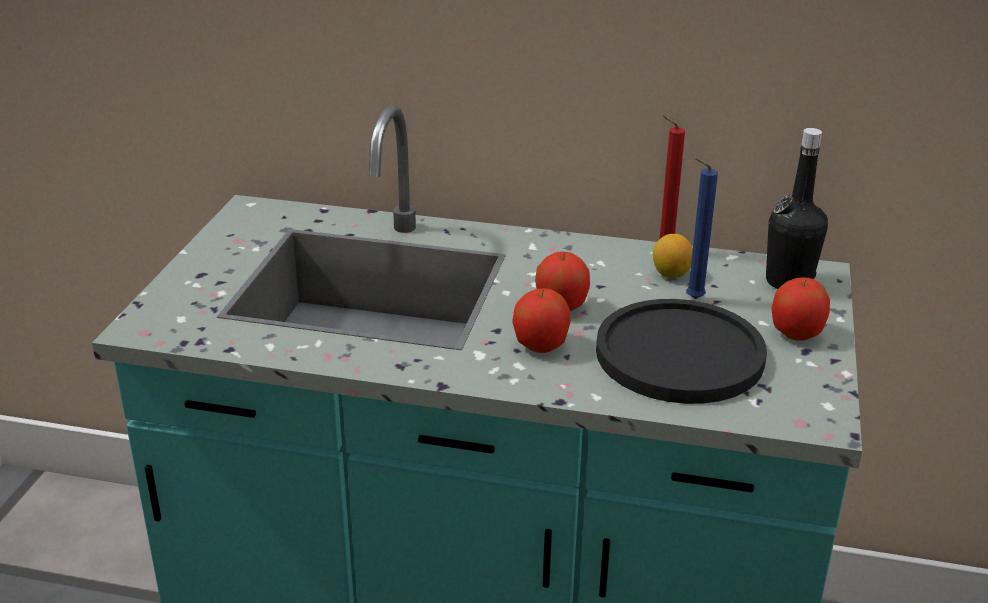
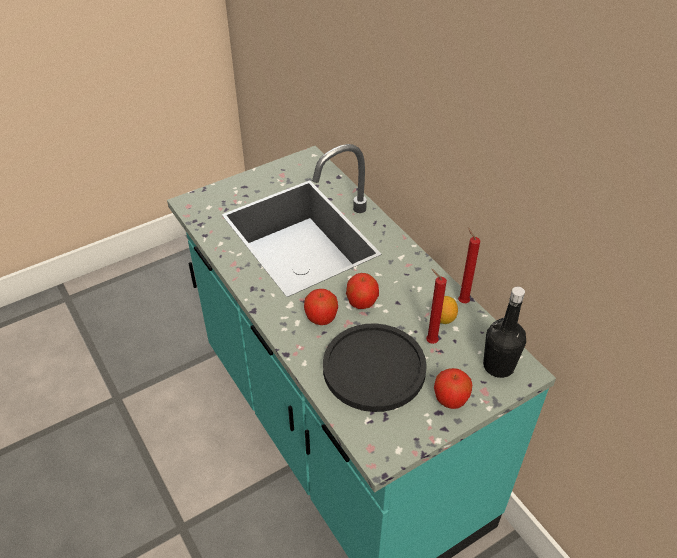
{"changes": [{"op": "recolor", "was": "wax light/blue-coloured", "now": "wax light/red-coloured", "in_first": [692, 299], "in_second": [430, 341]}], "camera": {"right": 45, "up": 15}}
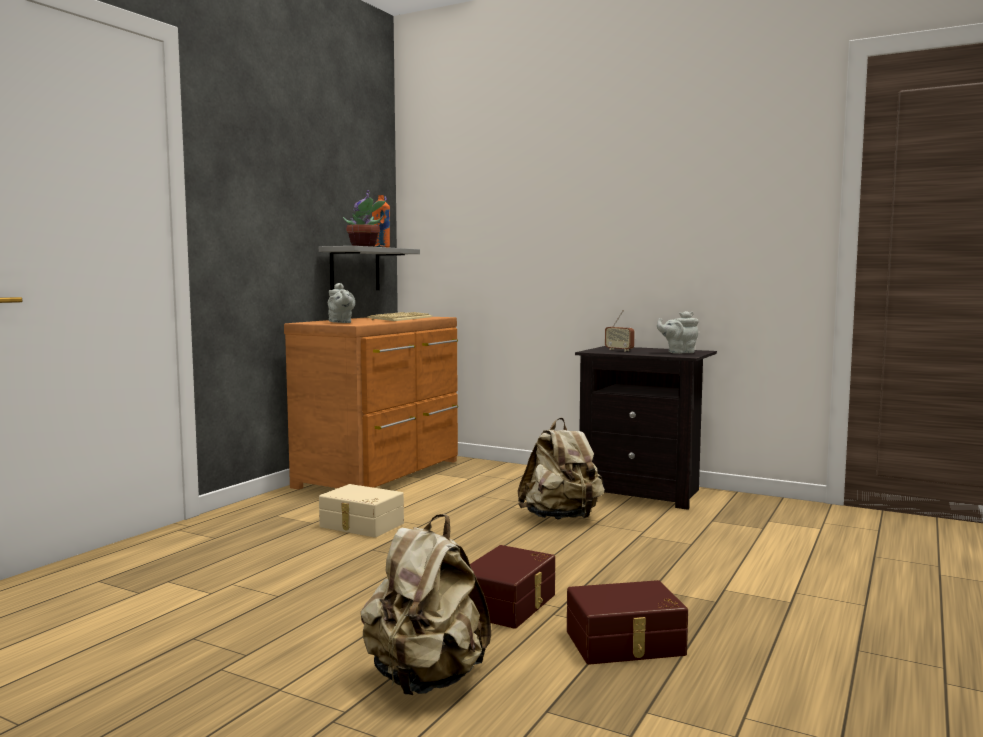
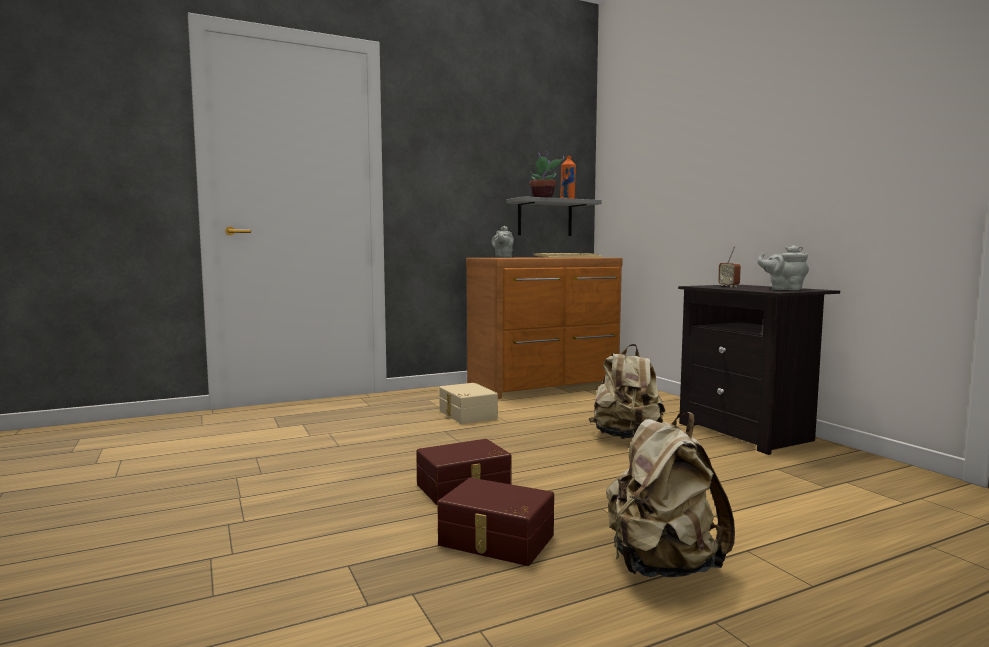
{"changes": [{"op": "move", "was": "rucksack/beige", "in_first": [426, 679], "in_second": [661, 567]}], "camera": {"right": 35, "up": 0}}
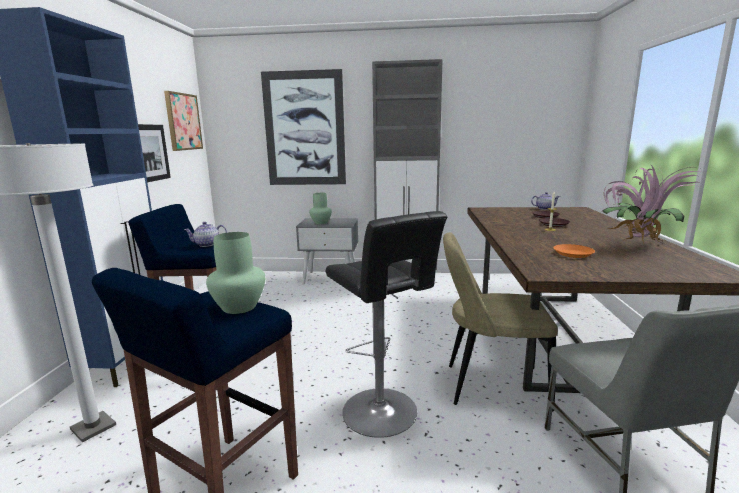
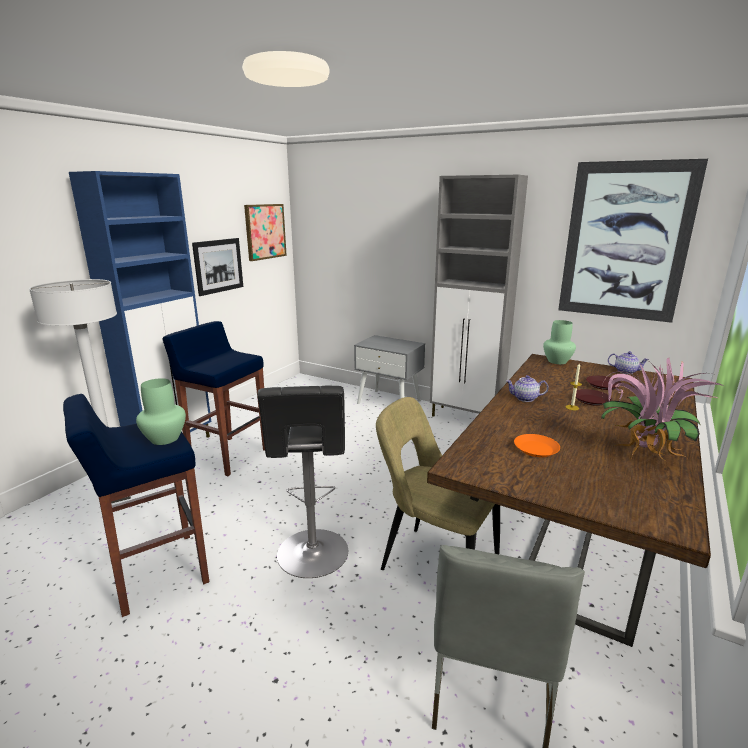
{"changes": [{"op": "move", "was": "teapot", "in_first": [207, 244], "in_second": [525, 398]}, {"op": "move", "was": "wall art", "in_first": [304, 129], "in_second": [625, 242]}, {"op": "move", "was": "decorative vase/green", "in_first": [321, 223], "in_second": [557, 361]}], "camera": {"right": 25, "up": 5}}
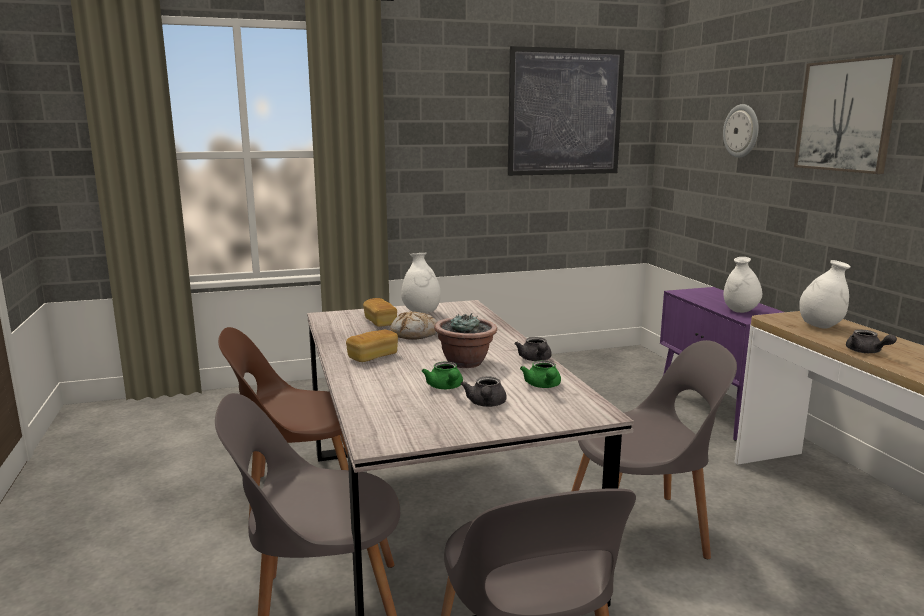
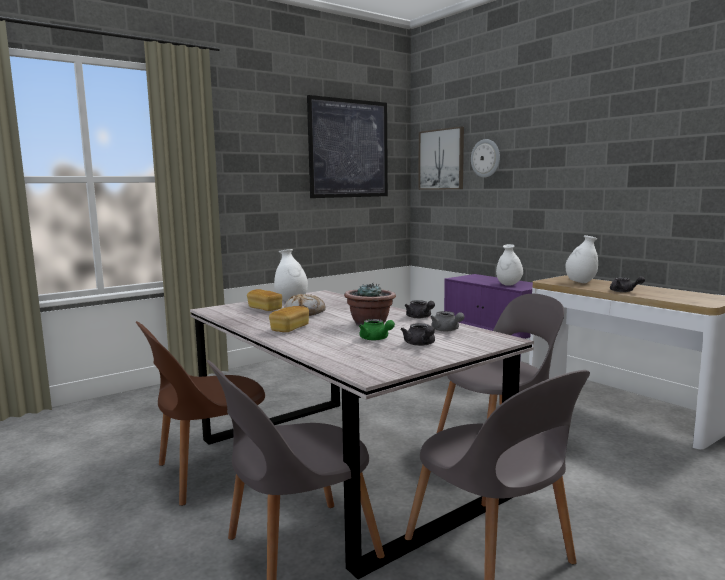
{"changes": [{"op": "recolor", "was": "teapot/green", "now": "teapot/gray", "in_first": [543, 386], "in_second": [447, 330]}, {"op": "move", "was": "wall art", "in_first": [846, 116], "in_second": [441, 159]}], "camera": {"right": -20, "up": -5}}
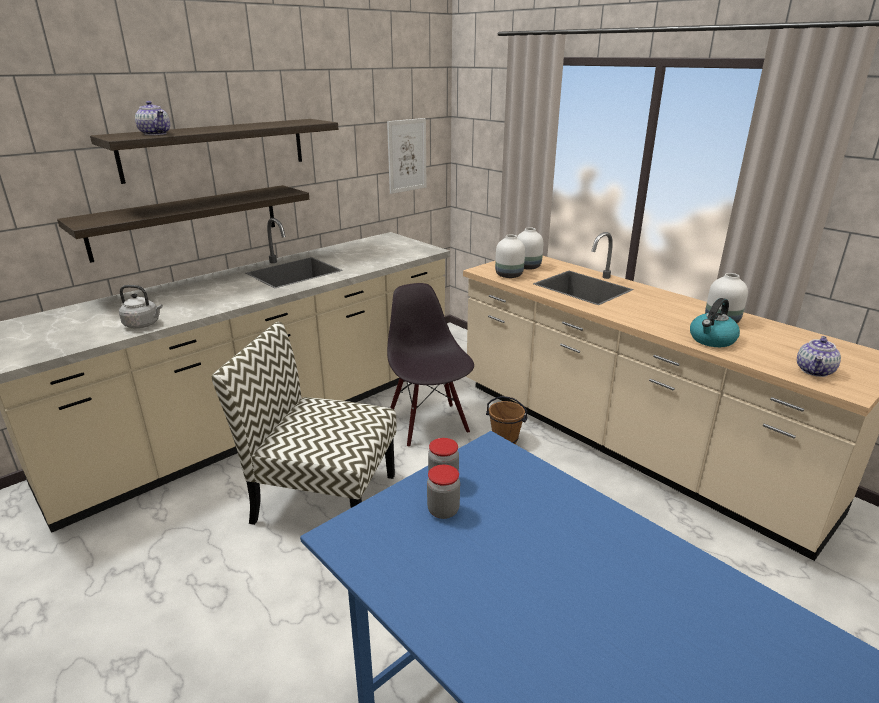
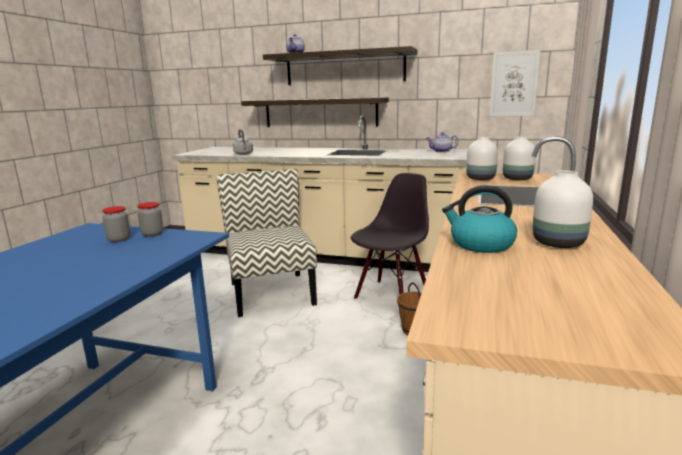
{"changes": [{"op": "move", "was": "teapot", "in_first": [815, 371], "in_second": [441, 151]}], "camera": {"right": 60, "up": -10}}
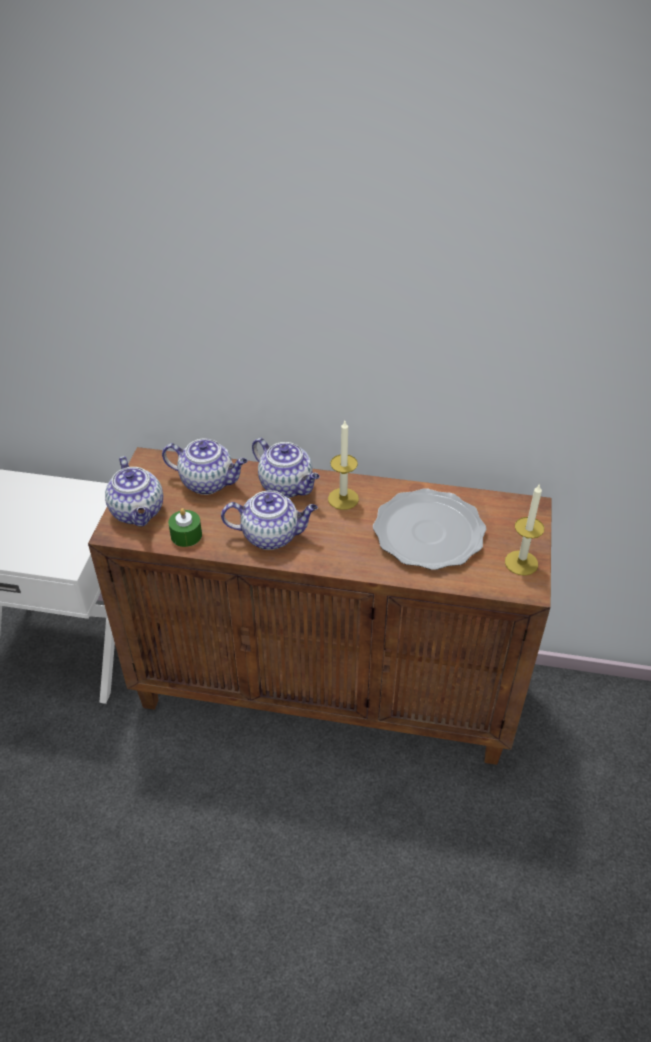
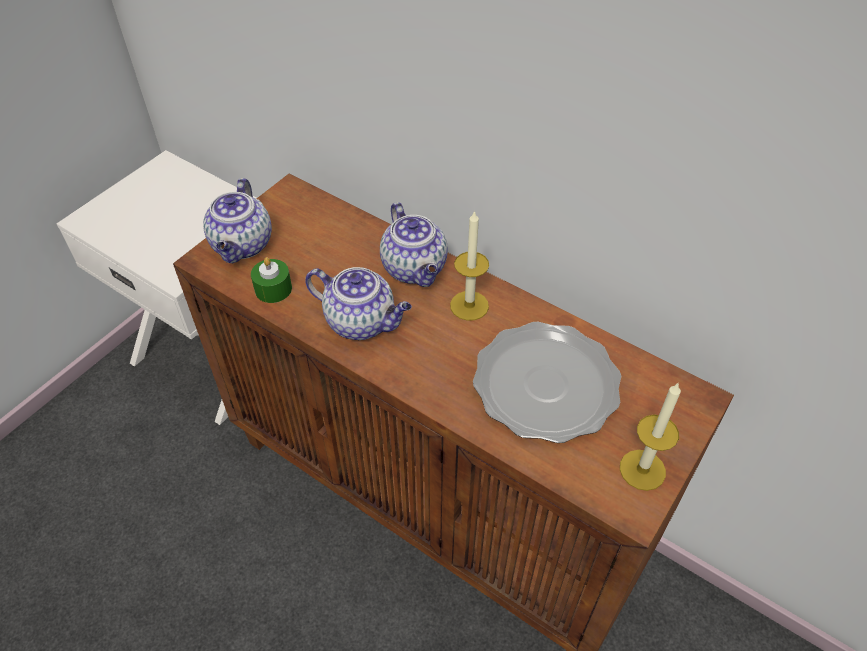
{"changes": [{"op": "delete", "was": "teapot", "in_first": [208, 482]}], "camera": {"right": 25, "up": 5}}
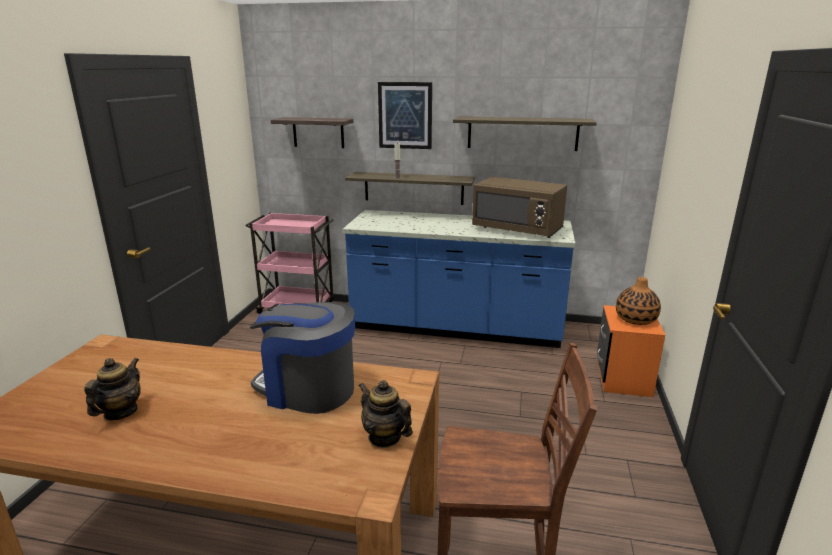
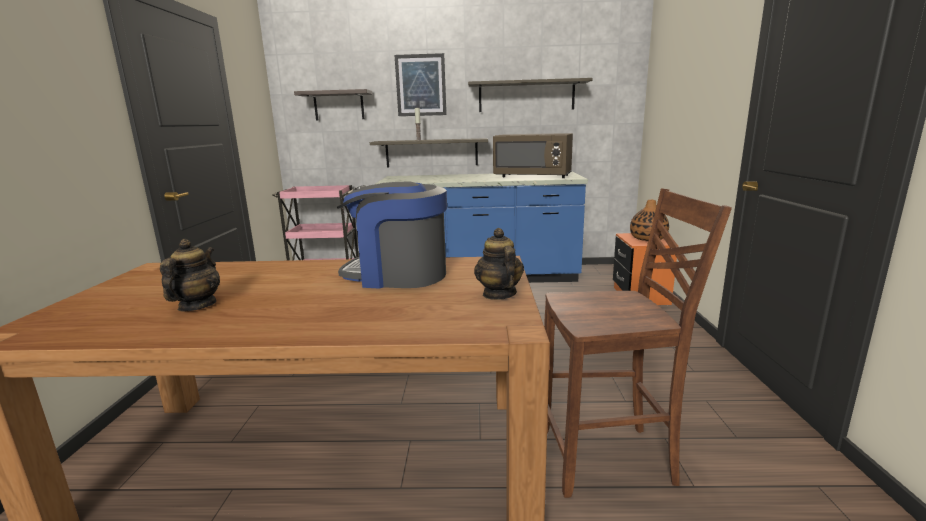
{"changes": [{"op": "rotate", "was": "teapot", "in_first": [384, 437], "in_second": [499, 294], "clockwise": 45}], "camera": {"right": -10, "up": -5}}
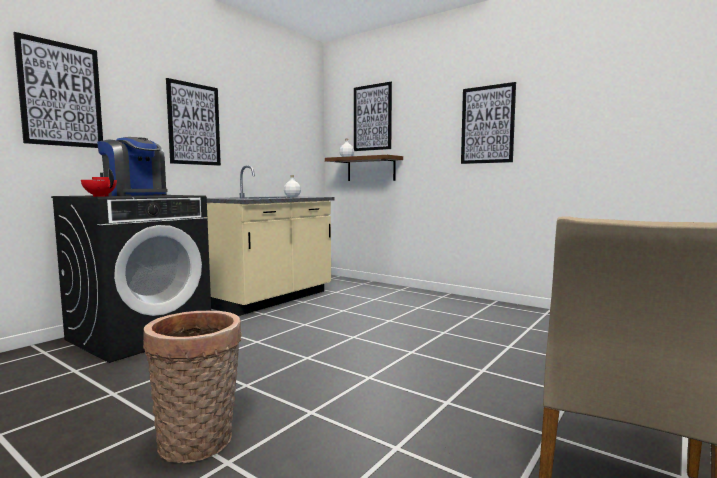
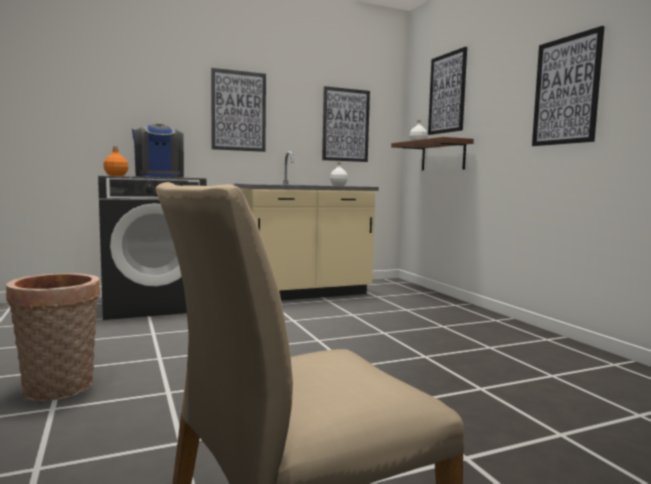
{"changes": [{"op": "move", "was": "wall art", "in_first": [61, 94], "in_second": [345, 125]}, {"op": "replace", "was": "teapot/red-coloured", "now": "beverage bottle/orange", "in_first": [100, 196], "in_second": [116, 175]}], "camera": {"right": 30, "up": 0}}
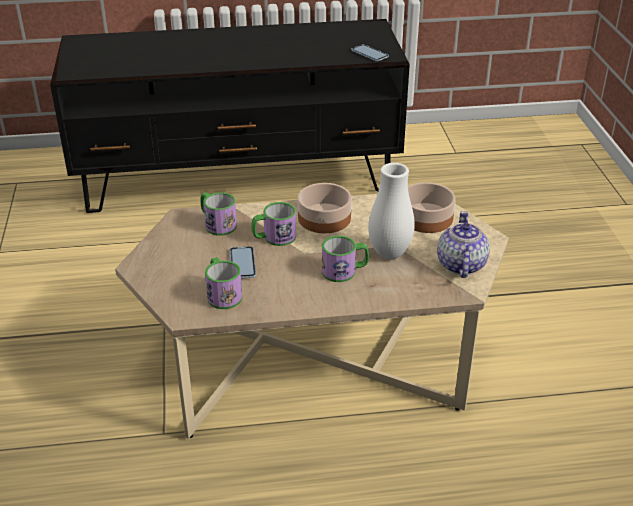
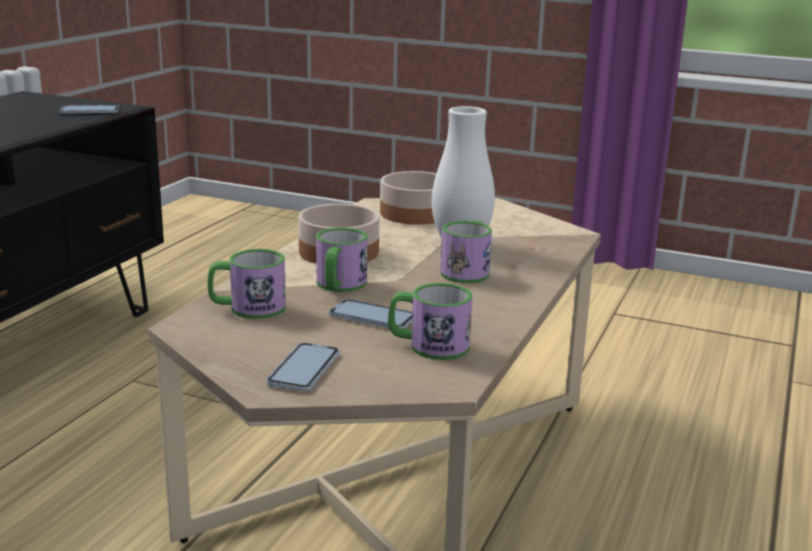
{"changes": [{"op": "delete", "was": "teapot", "in_first": [460, 265]}, {"op": "insert", "now": "handset", "in_second": [304, 369]}], "camera": {"right": -60, "up": -15}}
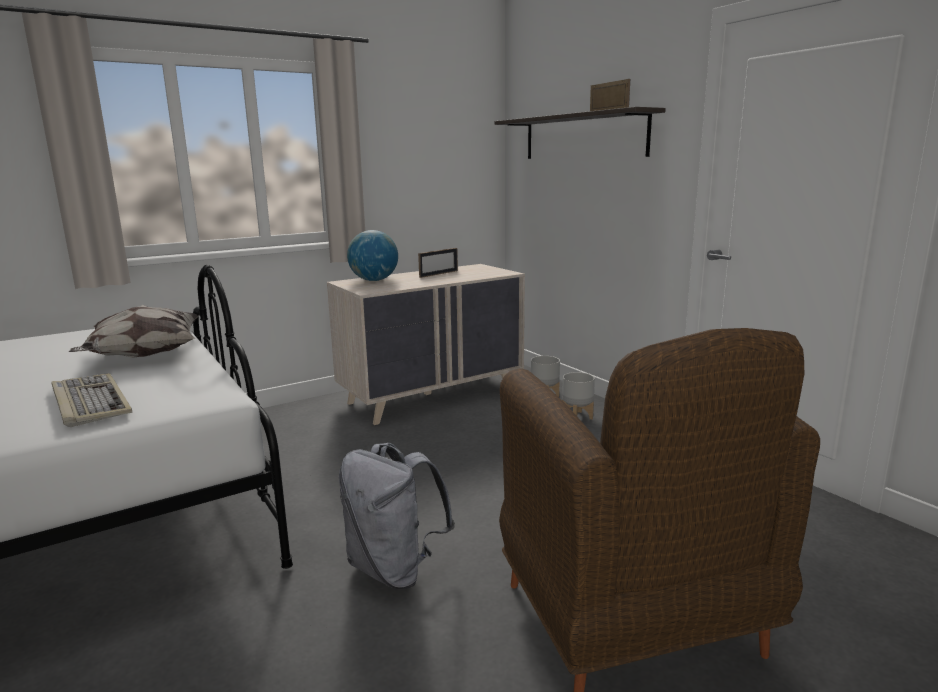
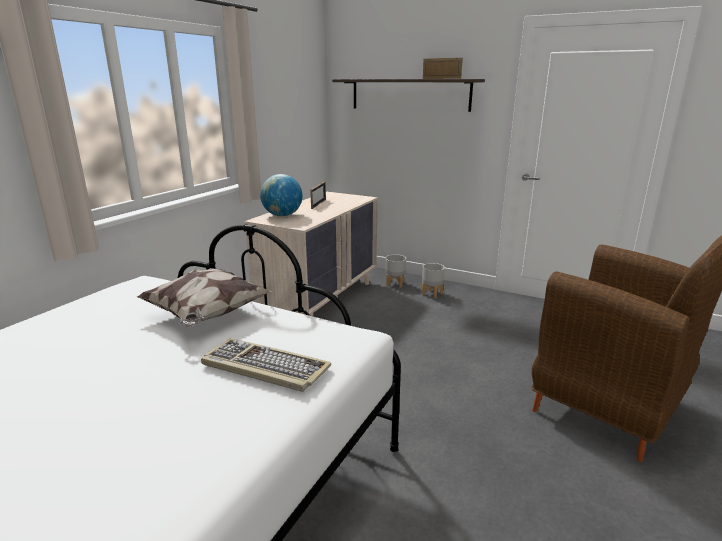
{"changes": [{"op": "delete", "was": "rucksack/gray", "in_first": [395, 569]}], "camera": {"right": -30, "up": 5}}
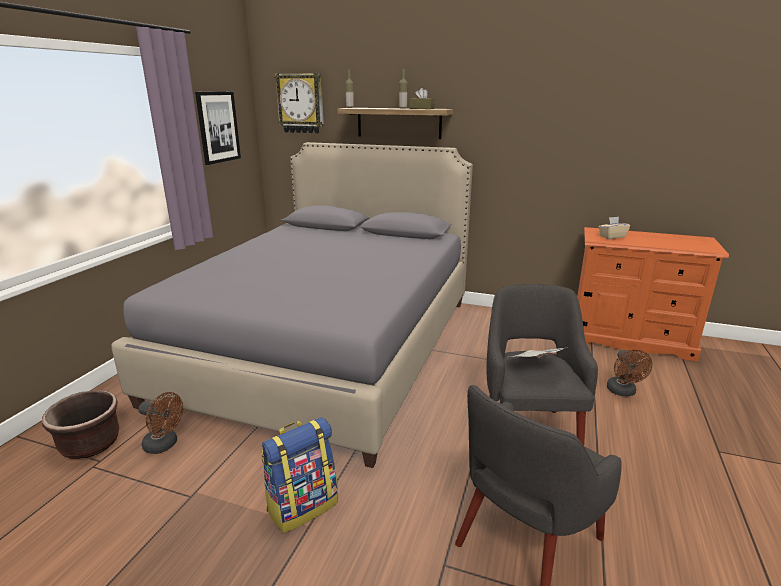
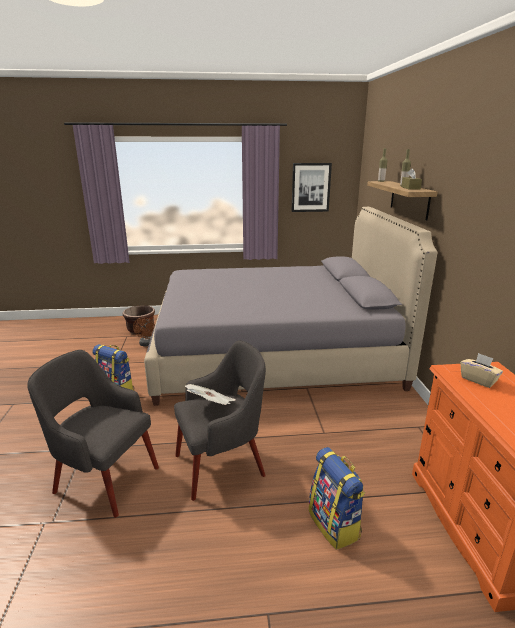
{"changes": [{"op": "delete", "was": "wall clock", "in_first": [301, 103]}, {"op": "replace", "was": "electric fan/brownish", "now": "rucksack", "in_first": [623, 392], "in_second": [335, 524]}], "camera": {"right": 65, "up": 0}}
